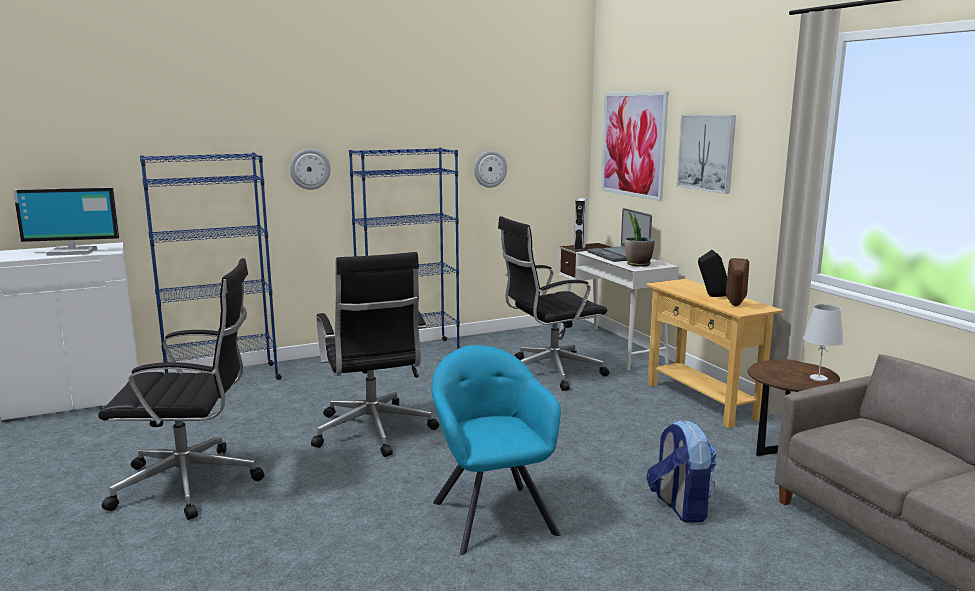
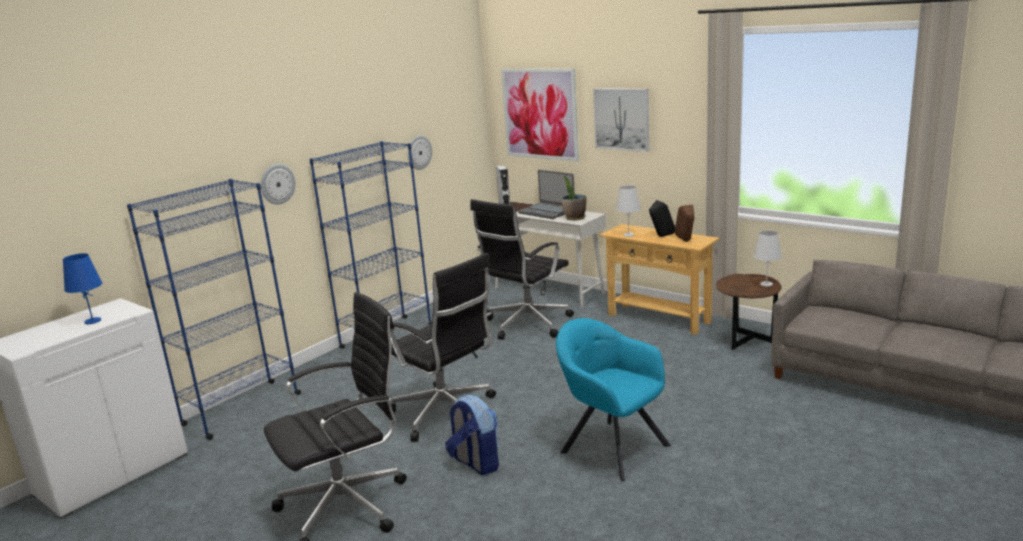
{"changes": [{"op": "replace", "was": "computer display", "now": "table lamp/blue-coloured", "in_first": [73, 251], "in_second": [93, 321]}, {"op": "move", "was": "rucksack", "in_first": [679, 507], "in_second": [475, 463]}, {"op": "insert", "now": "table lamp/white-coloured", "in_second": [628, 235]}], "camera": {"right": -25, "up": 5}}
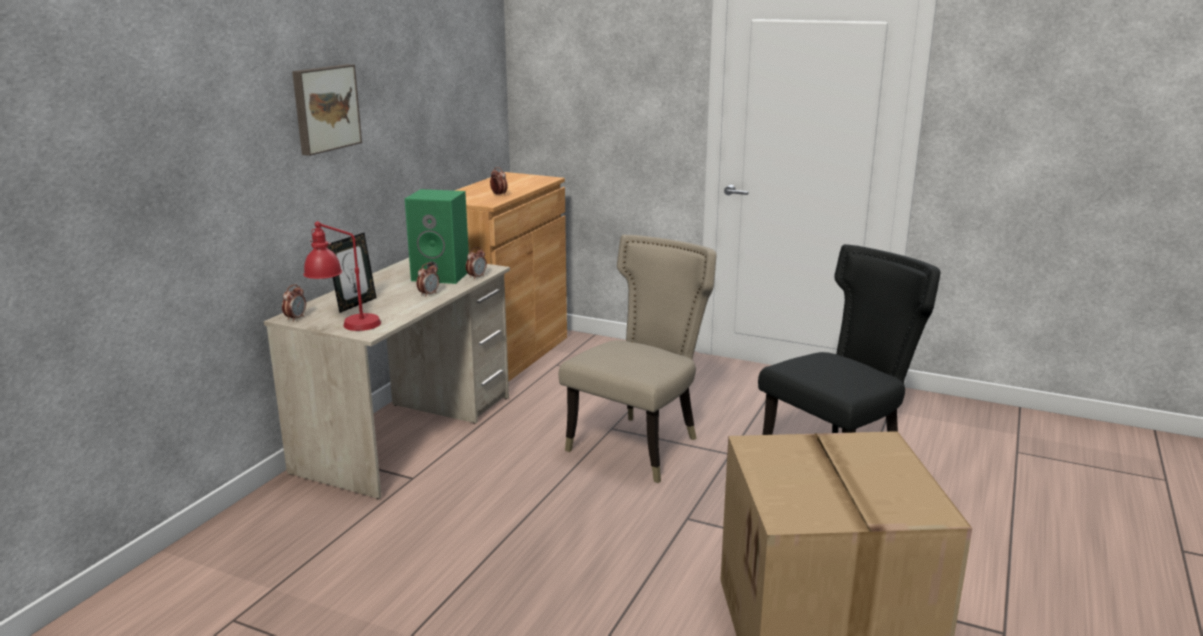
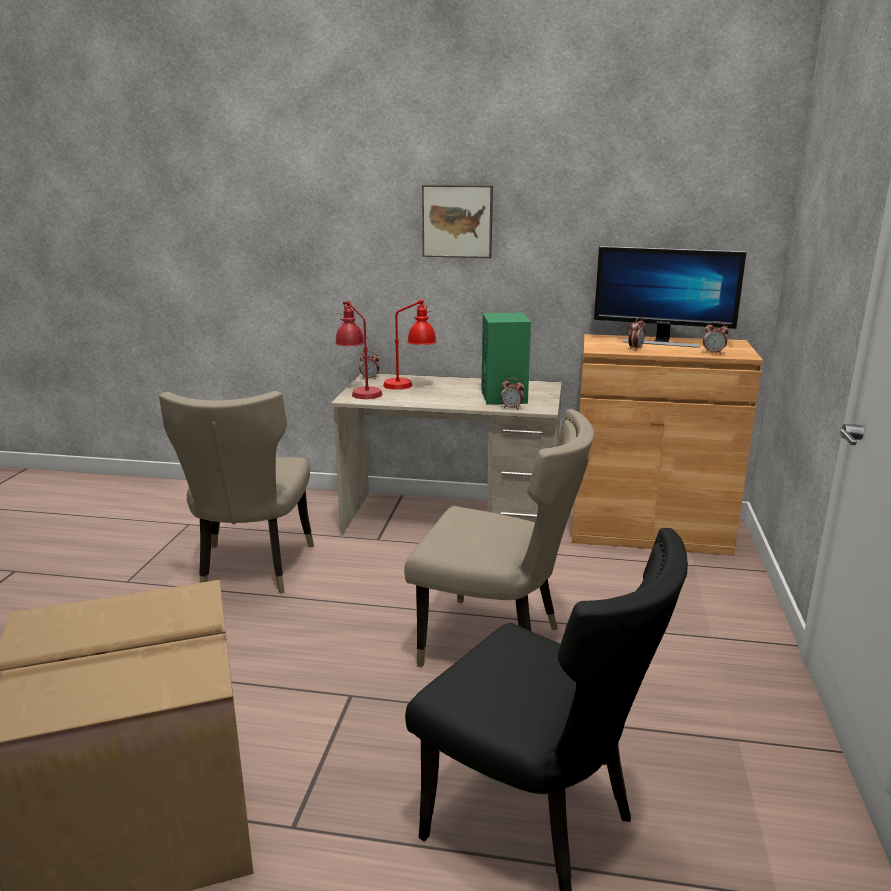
{"changes": [{"op": "replace", "was": "standing frame", "now": "table lamp/red-coloured", "in_first": [355, 304], "in_second": [410, 386]}, {"op": "move", "was": "table clock", "in_first": [428, 294], "in_second": [713, 353]}, {"op": "insert", "now": "upright chair/beige", "in_second": [251, 570]}, {"op": "insert", "now": "computer display", "in_second": [661, 341]}], "camera": {"right": 75, "up": 0}}
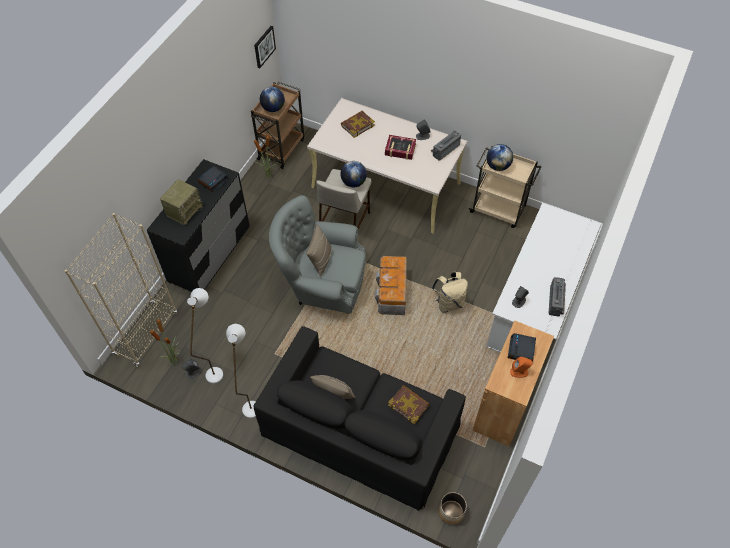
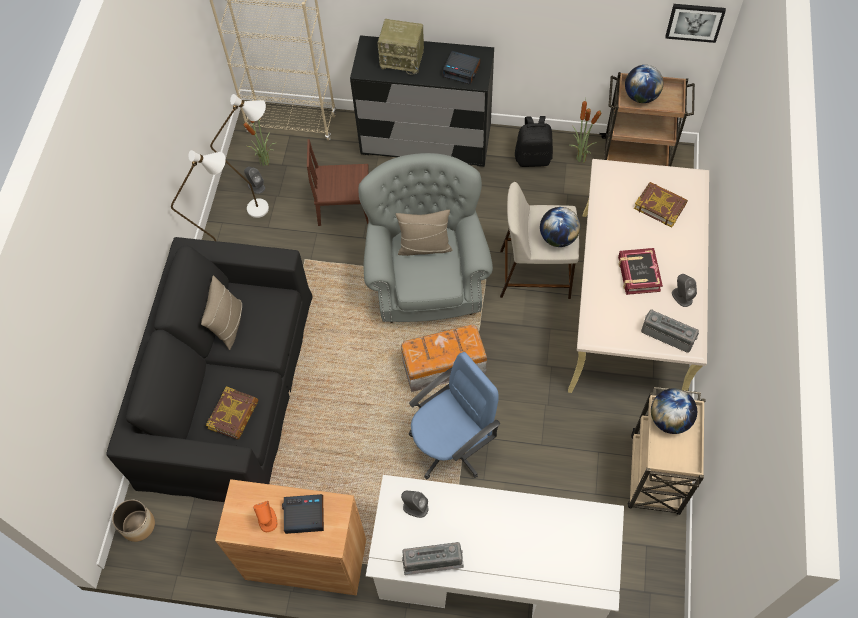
{"changes": [{"op": "replace", "was": "rucksack/beige", "now": "computer chair/blue-coloured", "in_first": [449, 303], "in_second": [451, 445]}, {"op": "insert", "now": "upright chair/brownish", "in_second": [344, 207]}, {"op": "insert", "now": "rucksack/blackish", "in_second": [533, 158]}], "camera": {"right": 75, "up": 5}}
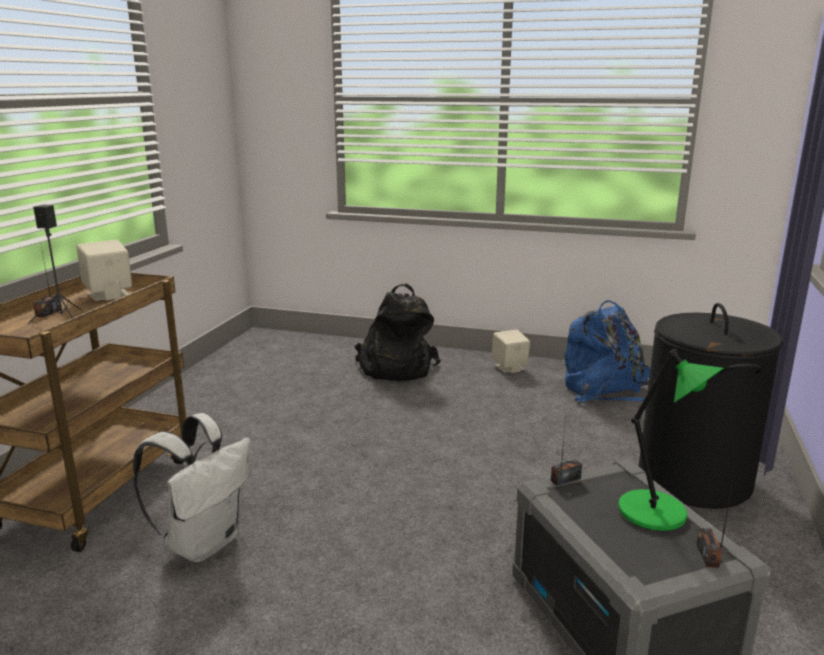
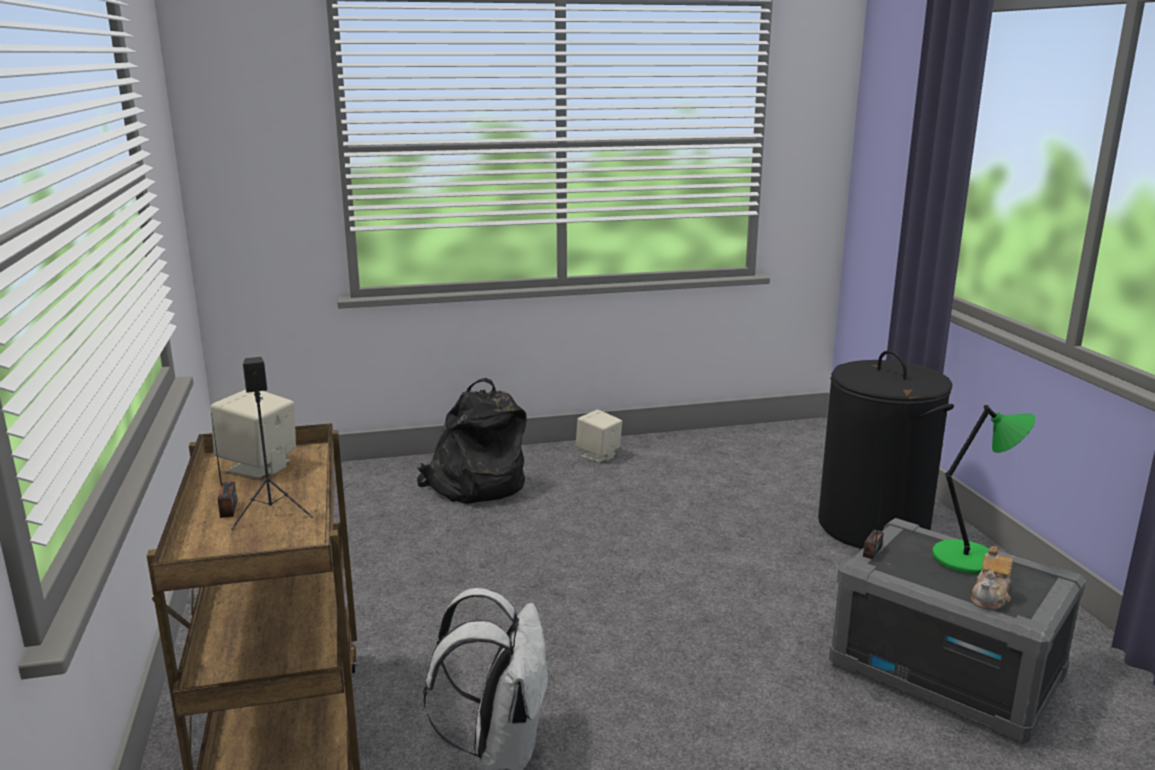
{"changes": [{"op": "delete", "was": "rucksack/blue-coloured", "in_first": [608, 389]}, {"op": "delete", "was": "radio set", "in_first": [708, 555]}, {"op": "insert", "now": "teapot", "in_second": [990, 597]}], "camera": {"right": -30, "up": 0}}
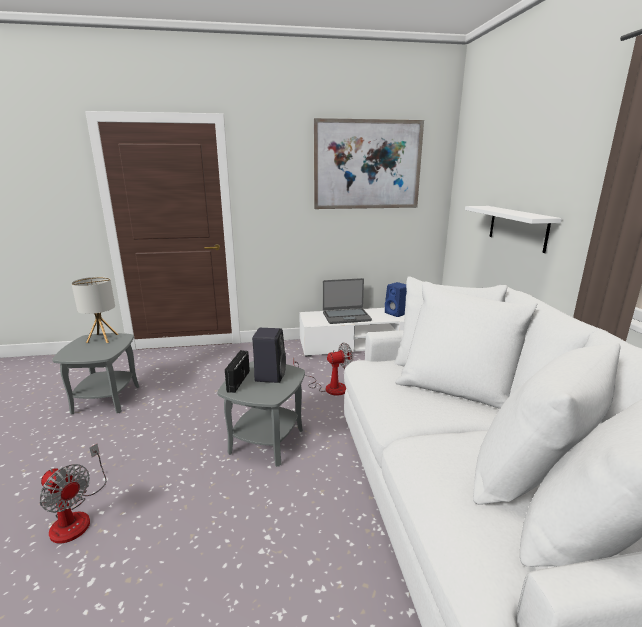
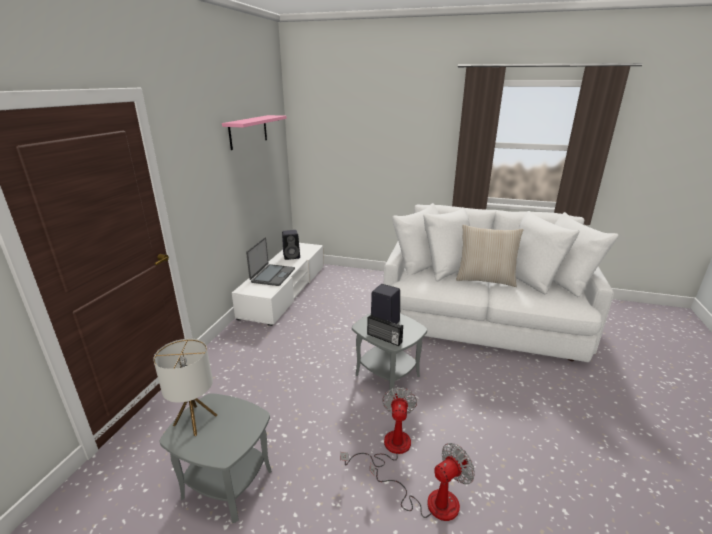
{"changes": [{"op": "move", "was": "electric fan", "in_first": [329, 387], "in_second": [388, 447]}, {"op": "replace", "was": "wall art", "now": "shelf/pink-coloured", "in_first": [367, 165], "in_second": [248, 131]}, {"op": "recolor", "was": "speaker/blue-coloured", "now": "speaker/blackish", "in_first": [397, 313], "in_second": [292, 256]}, {"op": "delete", "was": "shelf/white-coloured", "in_first": [517, 227]}, {"op": "insert", "now": "cushion/beige", "in_second": [485, 279]}], "camera": {"right": -65, "up": 5}}
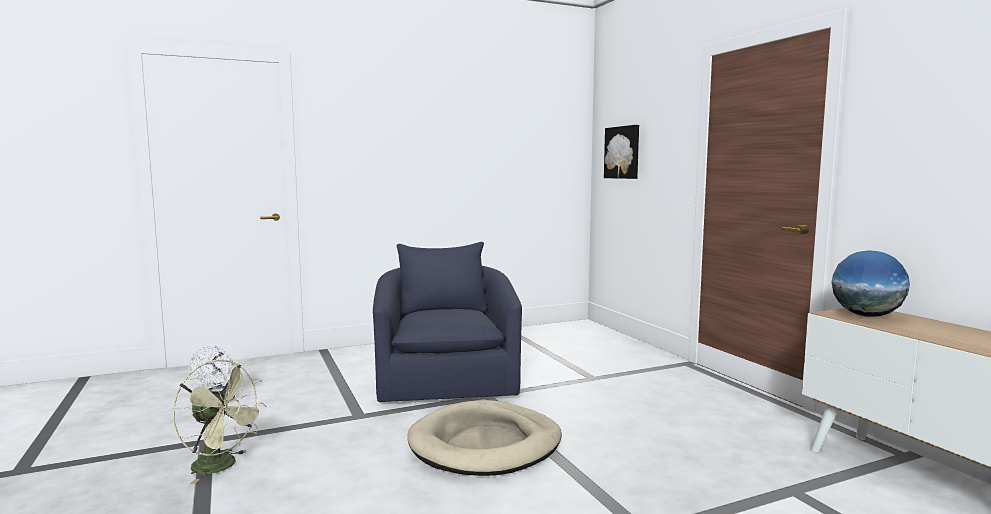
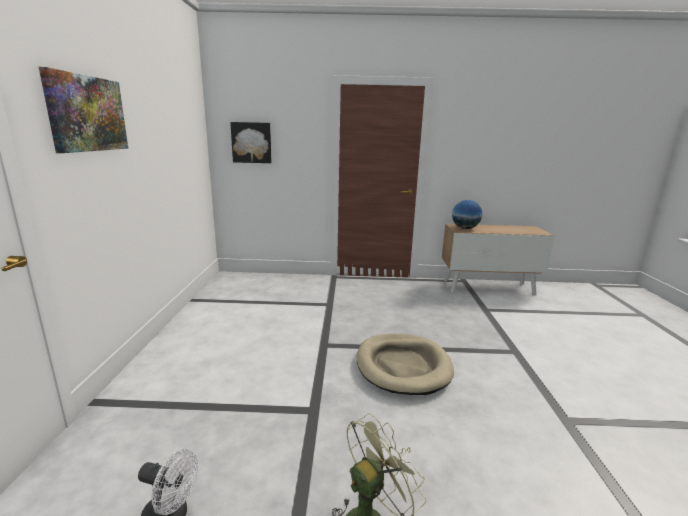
{"changes": [{"op": "delete", "was": "easy chair/blue-coloured", "in_first": [446, 380]}, {"op": "insert", "now": "wall art", "in_second": [87, 114]}], "camera": {"right": -65, "up": 10}}
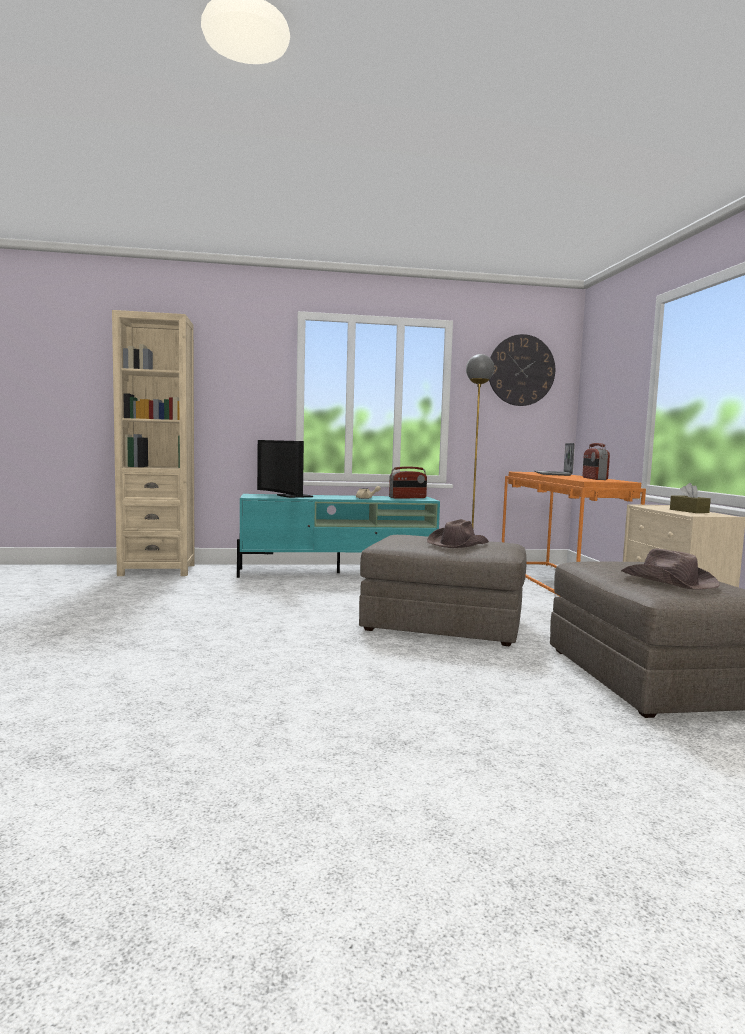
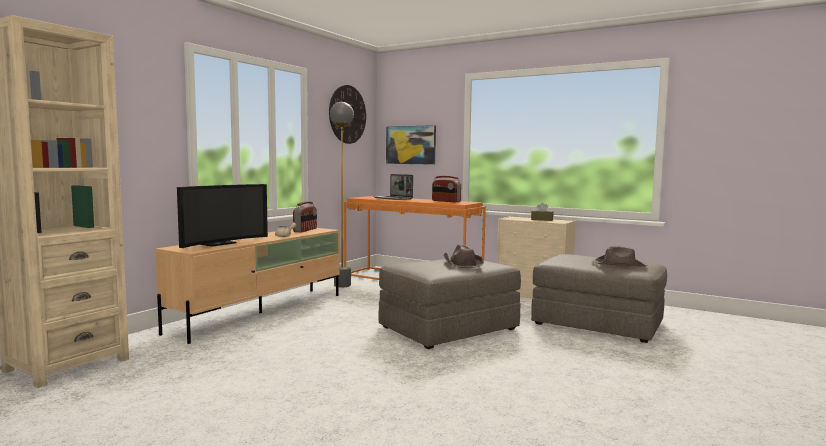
{"changes": [{"op": "recolor", "was": "tv unit/turquoise-coloured", "now": "tv unit/beige", "in_first": [339, 573], "in_second": [261, 312]}, {"op": "rotate", "was": "TV set", "in_first": [289, 496], "in_second": [218, 244], "clockwise": -60}, {"op": "insert", "now": "wall art", "in_second": [411, 145]}], "camera": {"right": -50, "up": 0}}
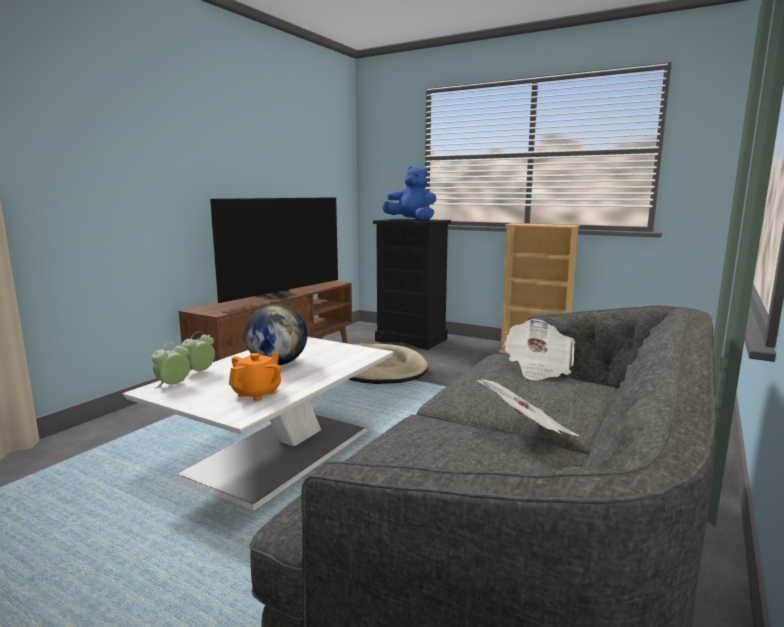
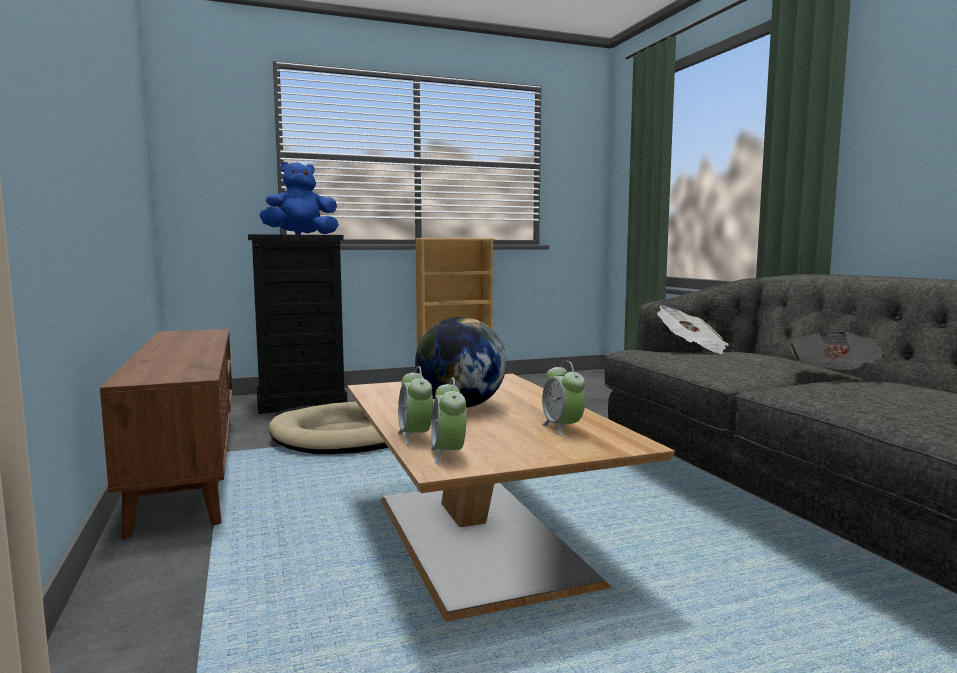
{"changes": [{"op": "recolor", "was": "lounge table/white-coloured", "now": "lounge table/brownish", "in_first": [277, 454], "in_second": [481, 540]}, {"op": "delete", "was": "TV set", "in_first": [279, 296]}, {"op": "replace", "was": "teapot/orange", "now": "table clock", "in_first": [257, 393], "in_second": [562, 428]}], "camera": {"right": -50, "up": -5}}
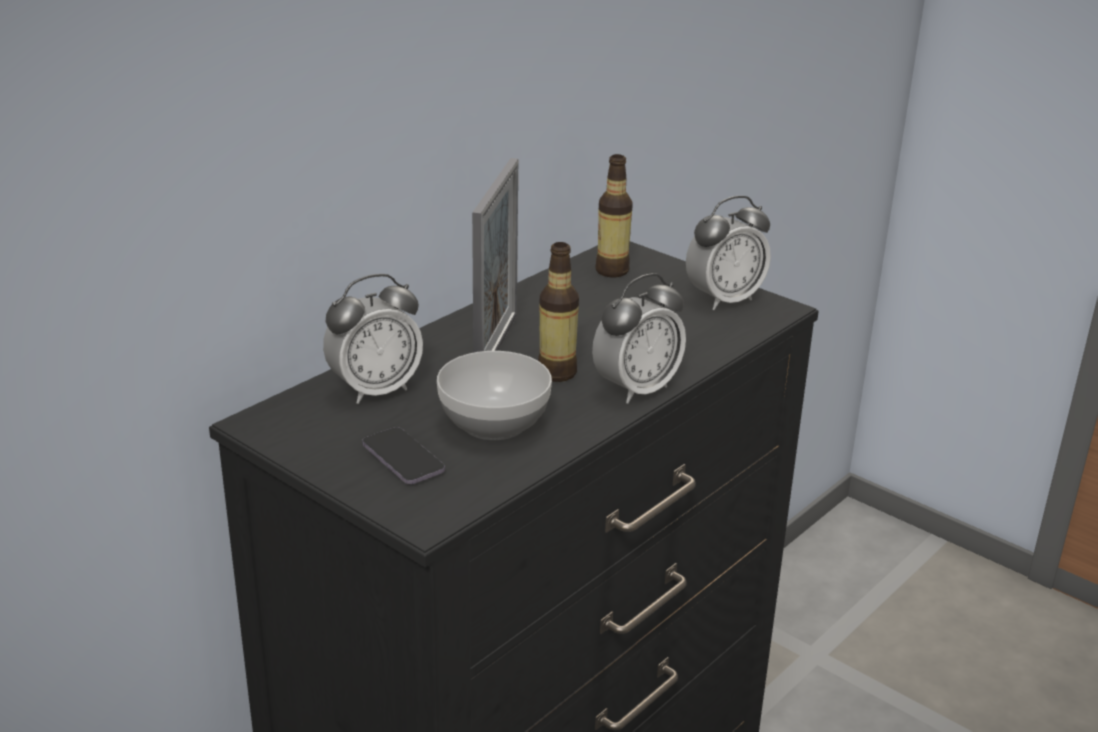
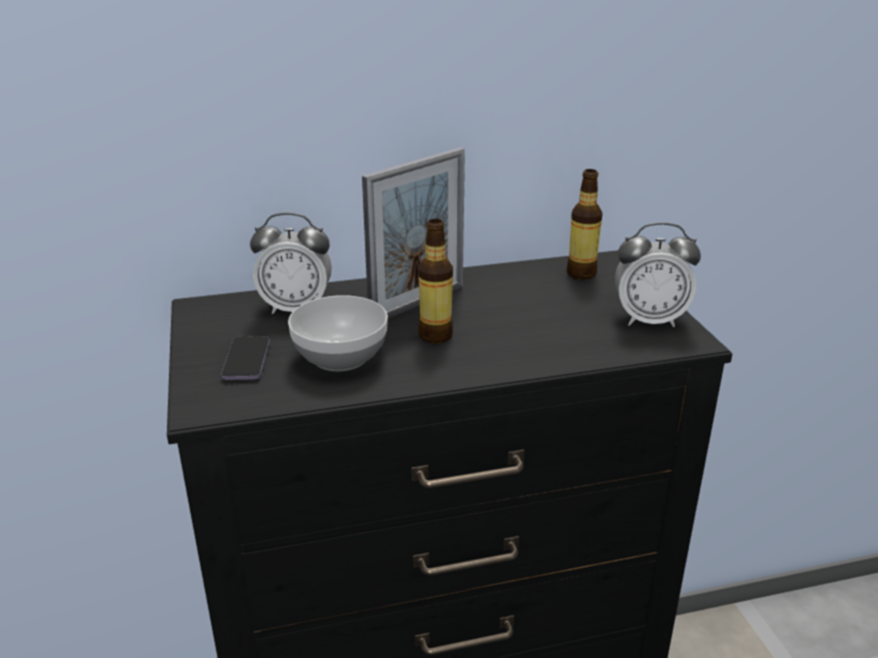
{"changes": [{"op": "delete", "was": "table clock", "in_first": [636, 389]}], "camera": {"right": 35, "up": 0}}
